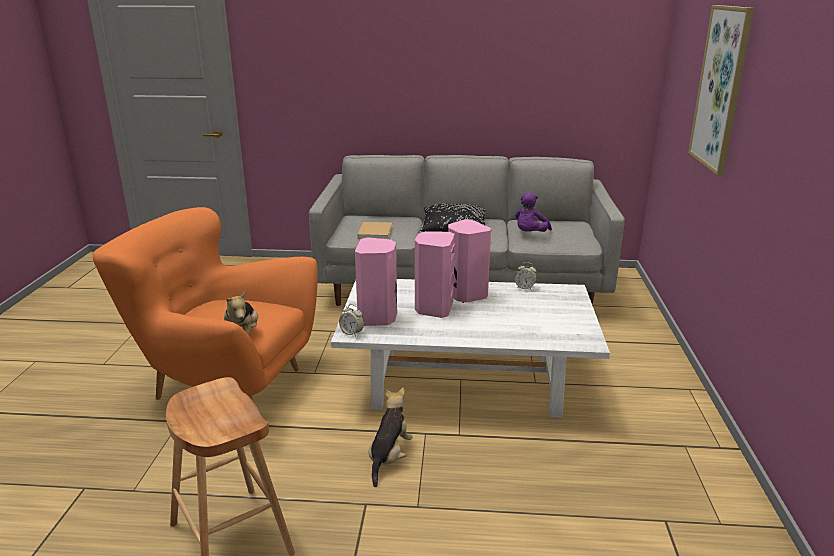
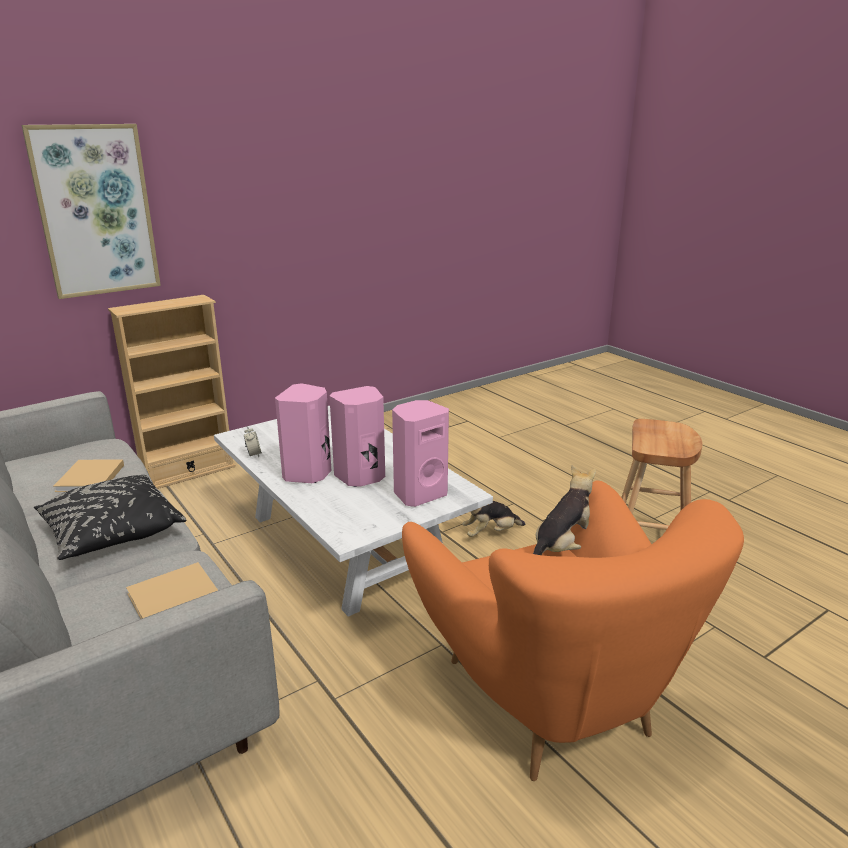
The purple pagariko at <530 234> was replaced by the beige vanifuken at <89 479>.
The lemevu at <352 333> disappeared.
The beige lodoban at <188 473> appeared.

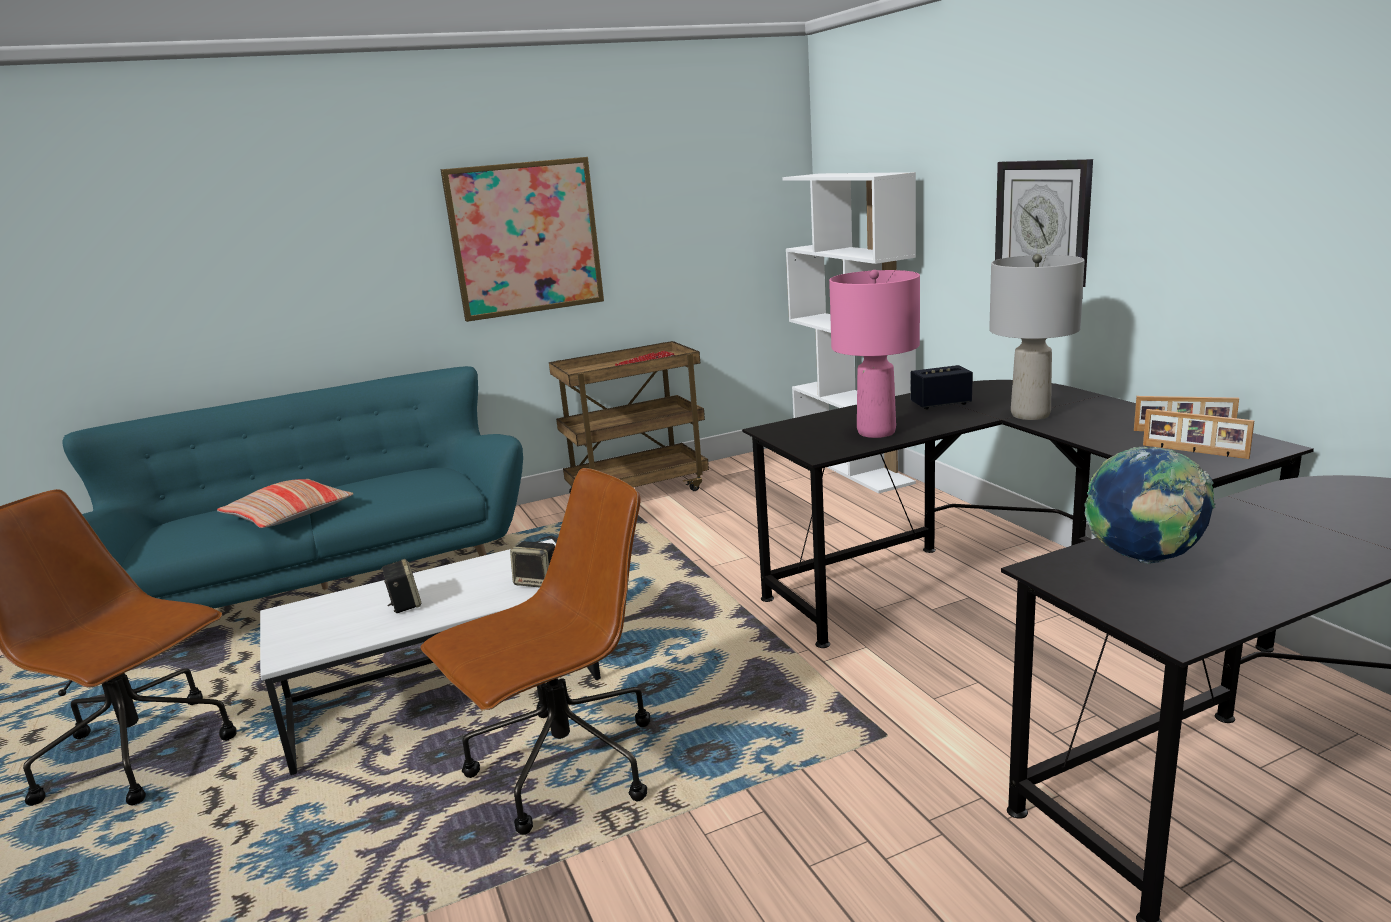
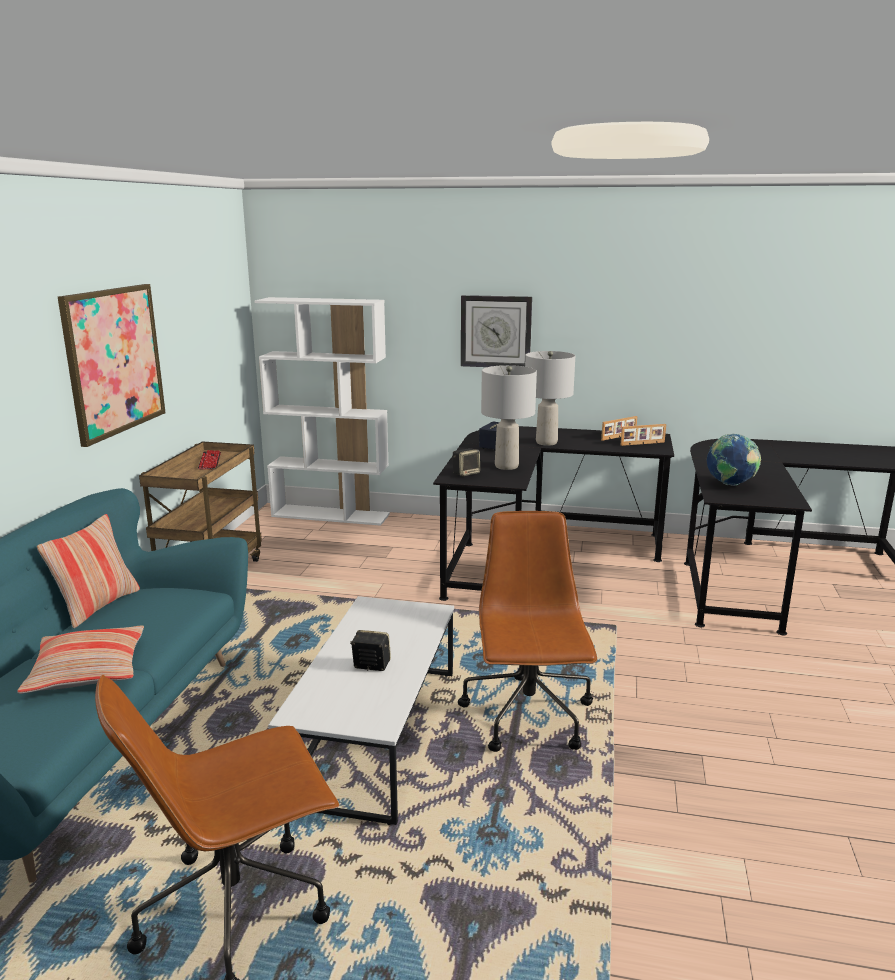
The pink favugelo at <876 432> became the grey favugelo at <507 466>.
The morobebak moved from <538 581> to <466 473>.
The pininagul at <97 606> appeared.

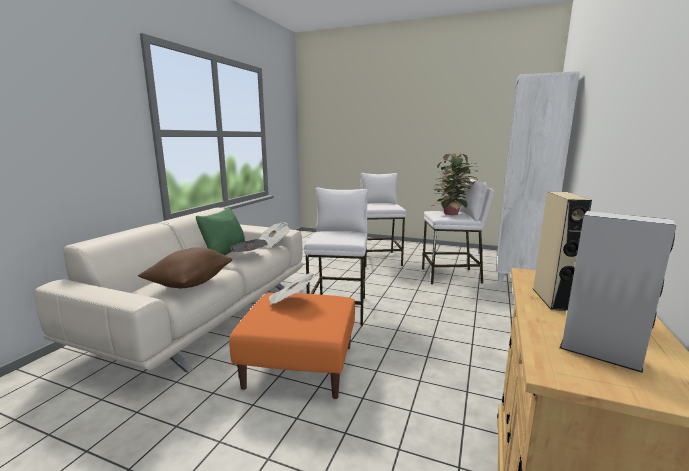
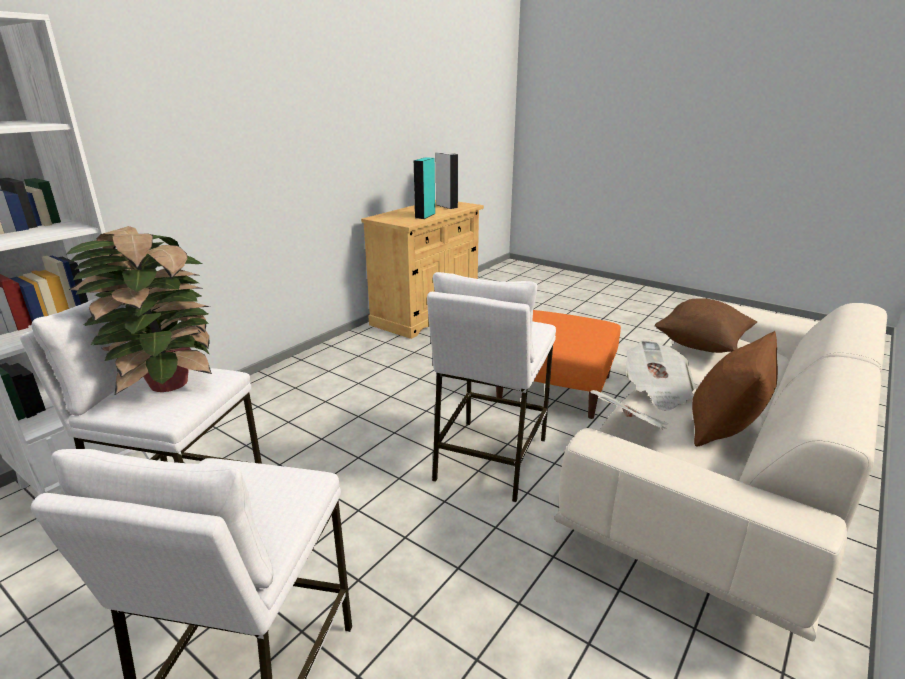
The beige morobebak at <551 299> became the turquoise morobebak at <425 215>.
The green pininagul at <225 252> became the brown pininagul at <725 427>.
The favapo at <290 300> disappeared.

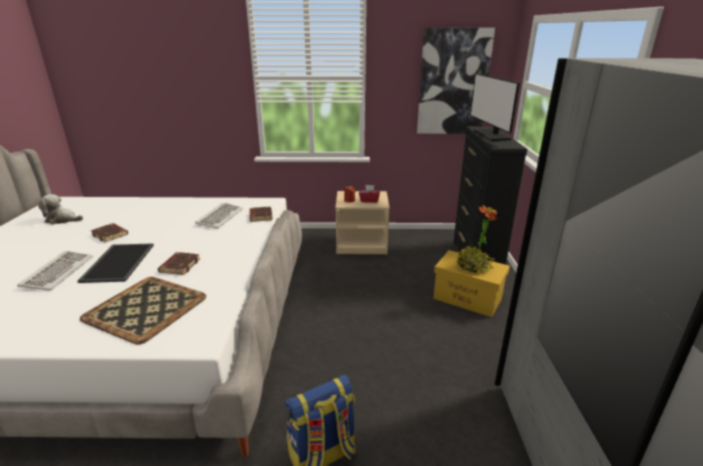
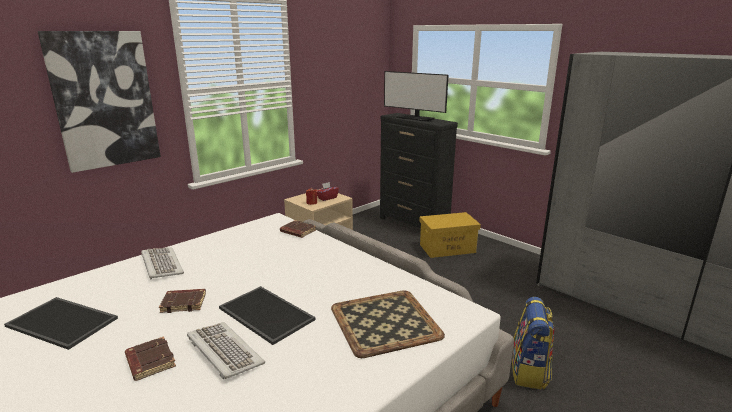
The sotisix moved from <453 82> to <104 100>.
The pagariko at <62 220> was replaced by the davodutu at <64 322>.
The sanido moved from <219 217> to <161 265>.
The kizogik at <473 267> disappeared.
The brown vanifuken moved from <179 266> to <149 362>.

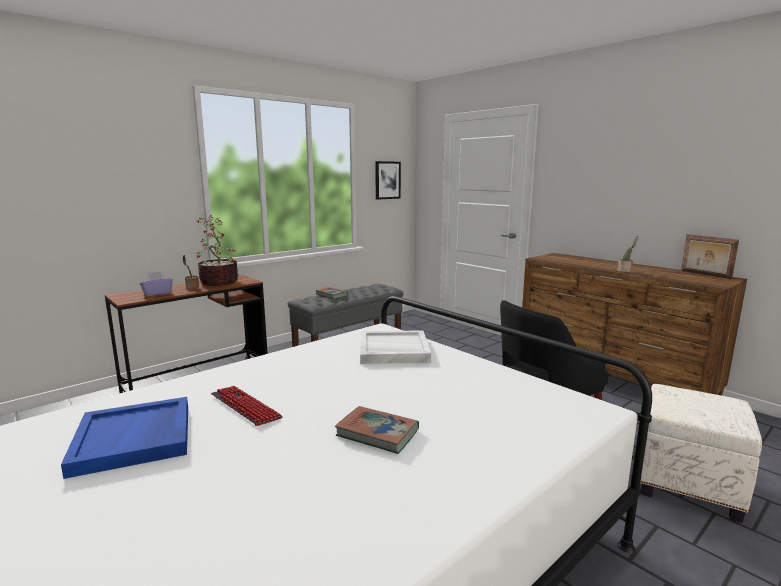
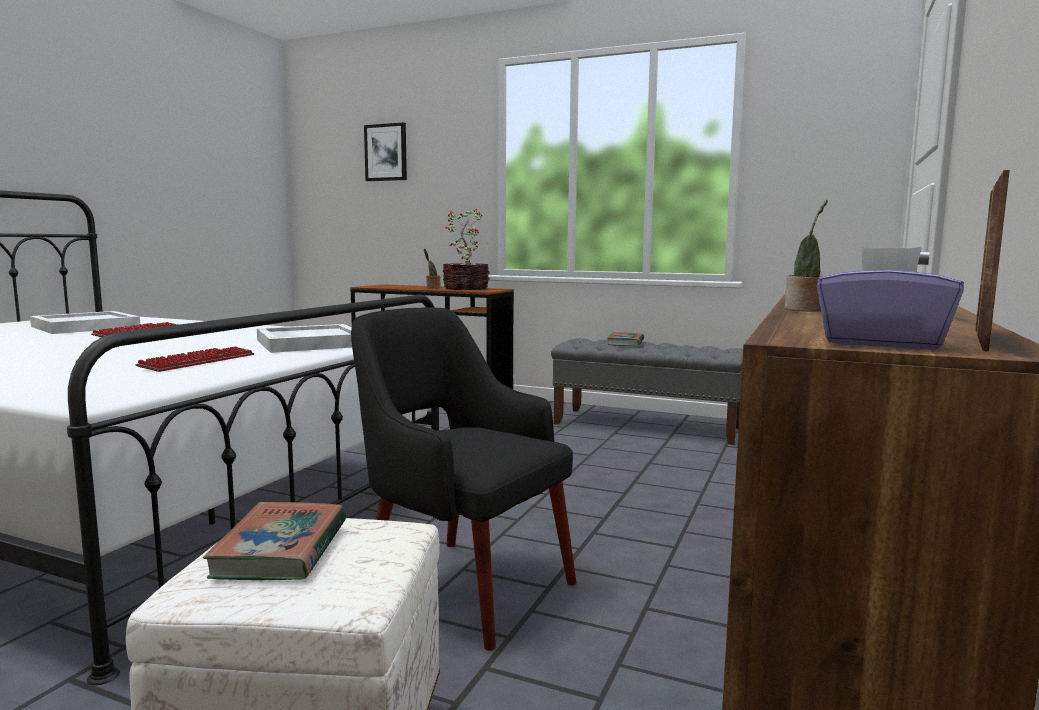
The sotisix moved from <387 180> to <386 152>.
The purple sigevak moved from <157 293> to <881 343>.
The blue davodutu at <135 439> became the white davodutu at <85 327>.
The vanifuken moved from <377 433> to <281 549>.
The sanido at <198 362> appeared.

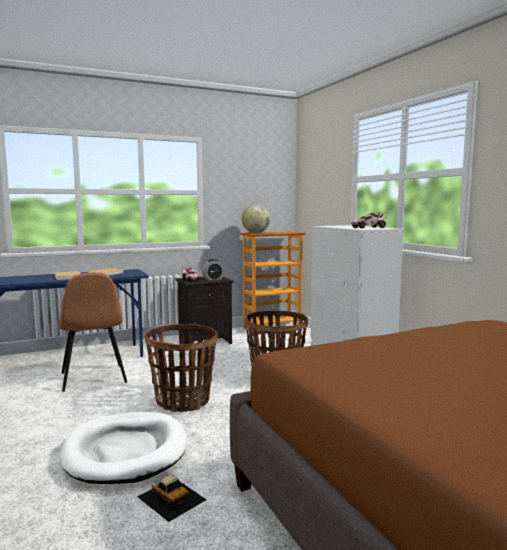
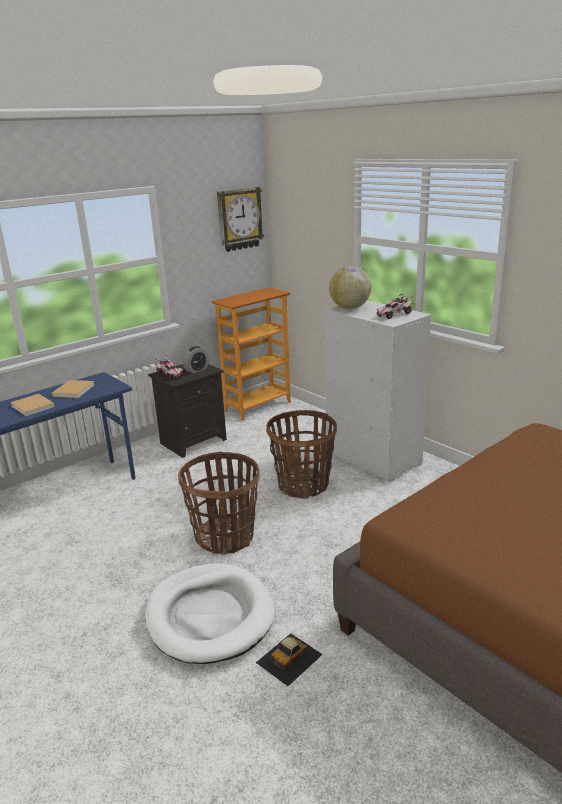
The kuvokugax moved from <255 233> to <350 308>.
The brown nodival at <93 378> disappeared.
The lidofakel at <171 497> turned 105 degrees clockwise.
The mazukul at <239 219> appeared.

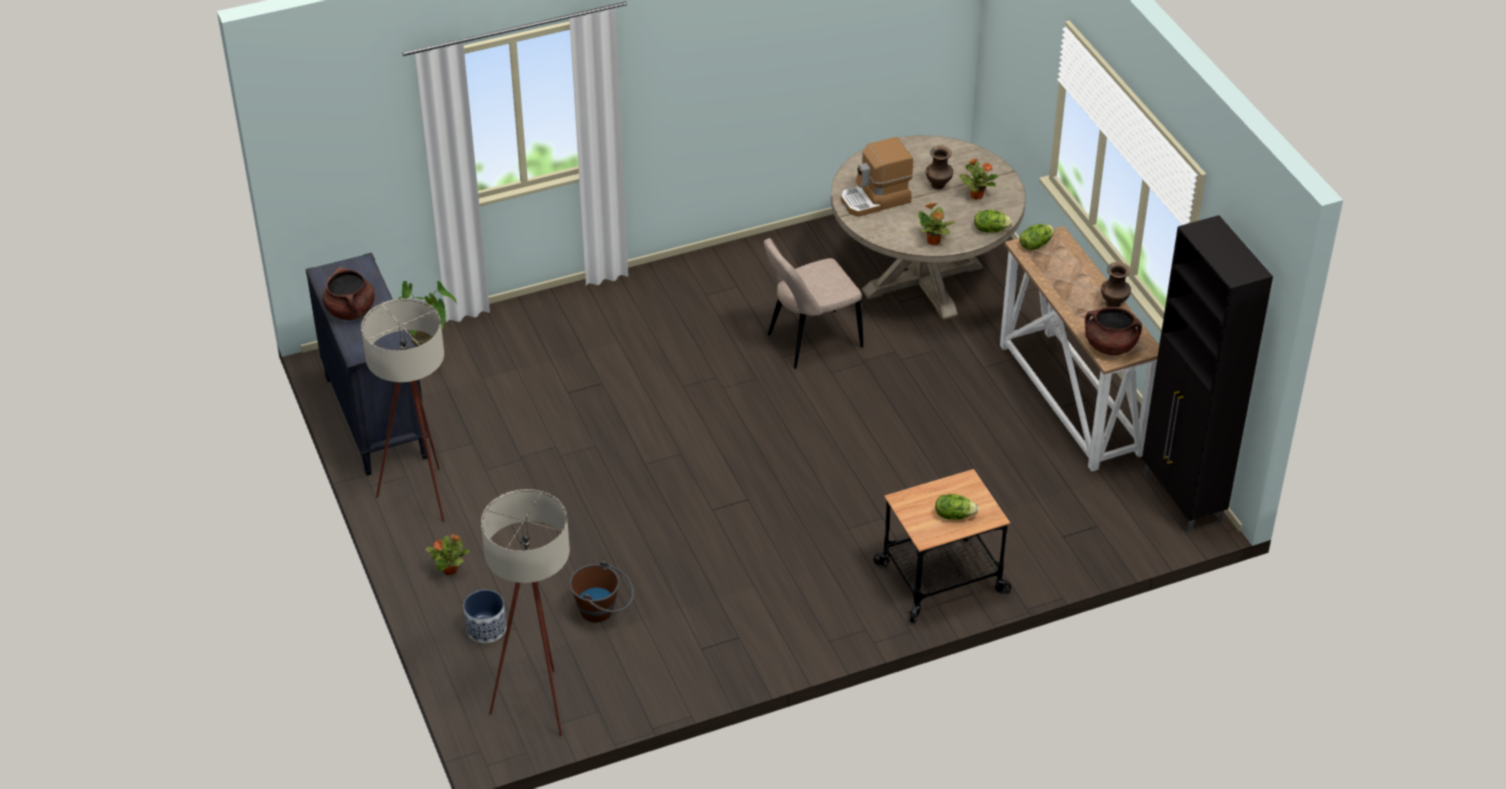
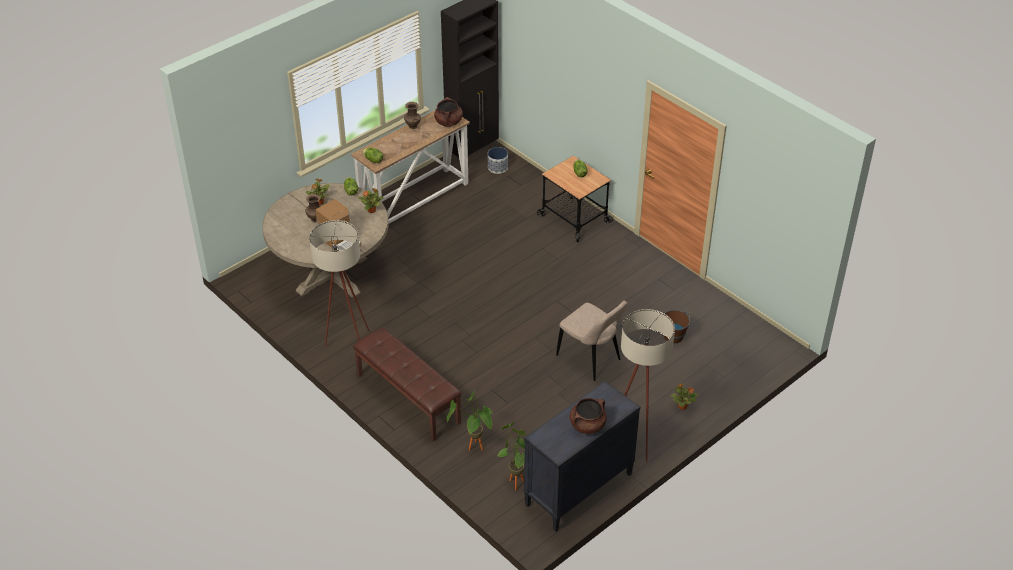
The beige nodival moved from <810 341> to <590 359>.
The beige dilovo moved from <539 699> to <347 346>.
The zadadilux moved from <486 628> to <497 167>.
The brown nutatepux at <407 399> appeared.
The kizogik at <474 450> appeared.

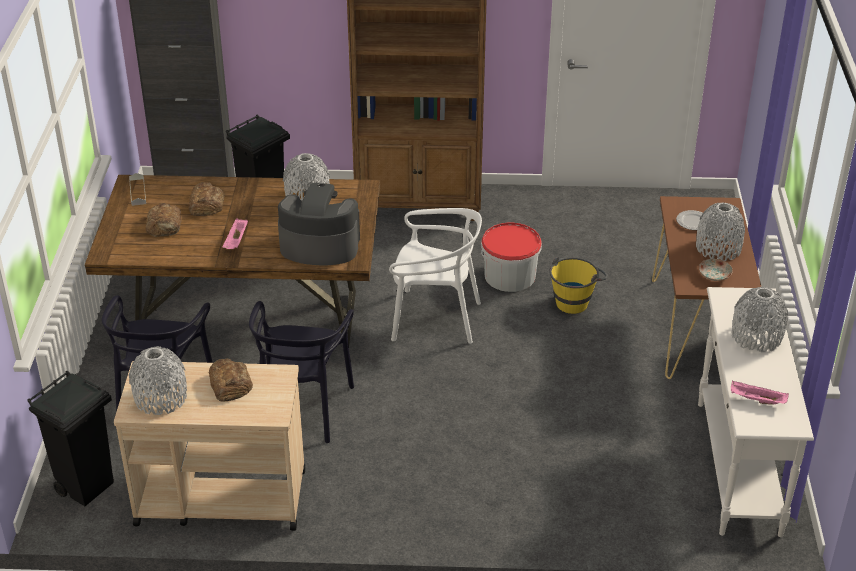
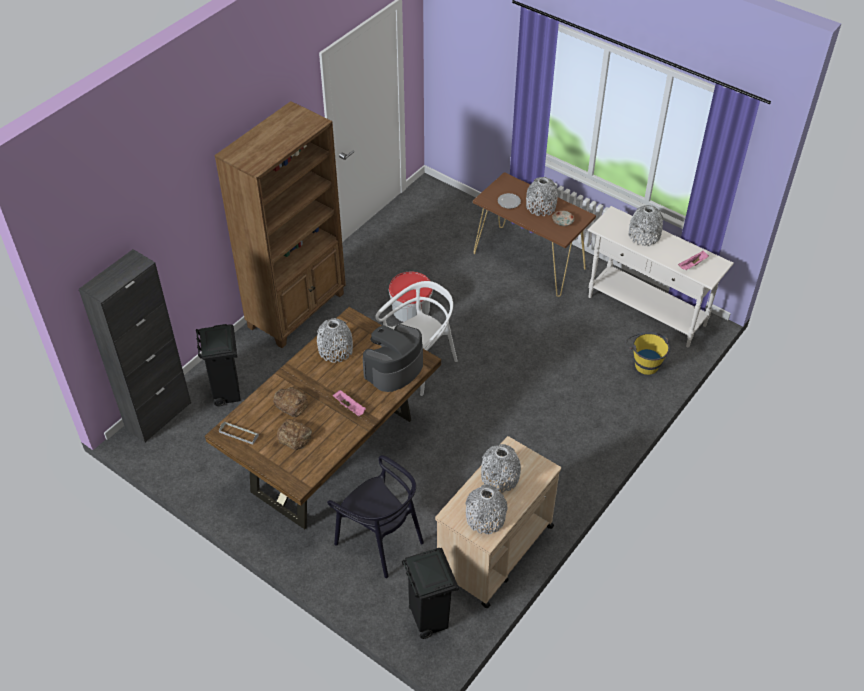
The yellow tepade moved from <575 300> to <644 362>.
The black nodival at <303 409> disappeared.
The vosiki at <230 384> was replaced by the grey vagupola at <500 477>.

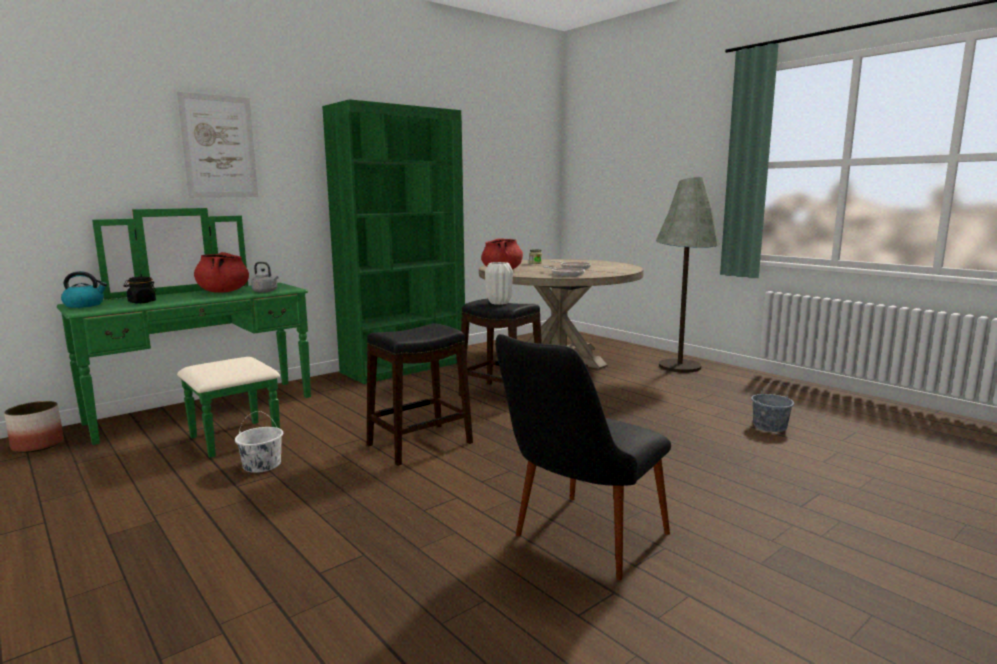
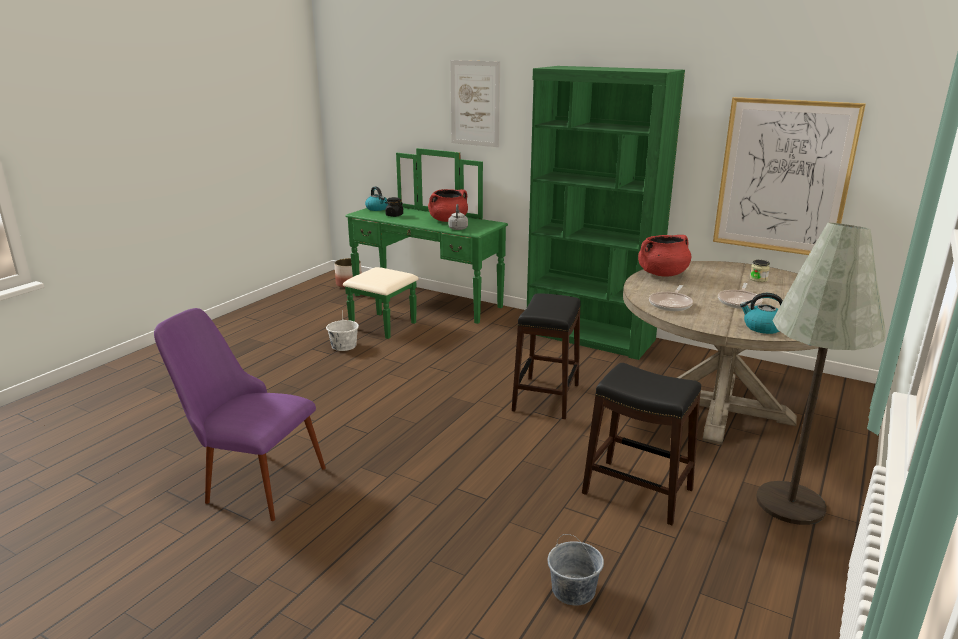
The white vagupola at <499 303> disappeared.
The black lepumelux moved from <420 444> to <637 492>.
The black nodival at <578 545> became the purple nodival at <250 480>.
The sotisix at <783 177> appeared.
The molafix at <762 327> appeared.

